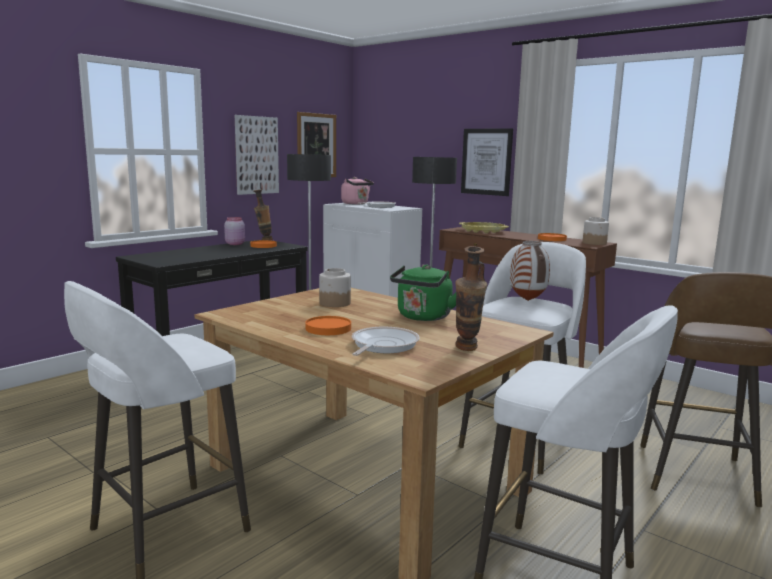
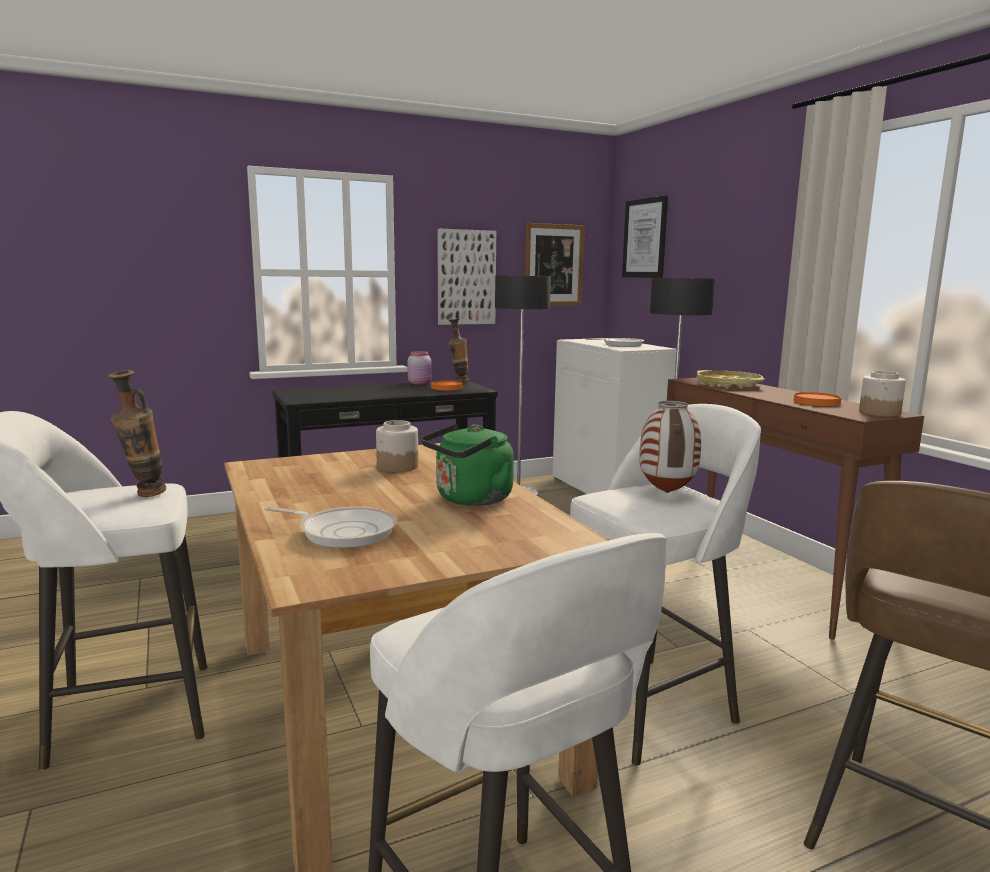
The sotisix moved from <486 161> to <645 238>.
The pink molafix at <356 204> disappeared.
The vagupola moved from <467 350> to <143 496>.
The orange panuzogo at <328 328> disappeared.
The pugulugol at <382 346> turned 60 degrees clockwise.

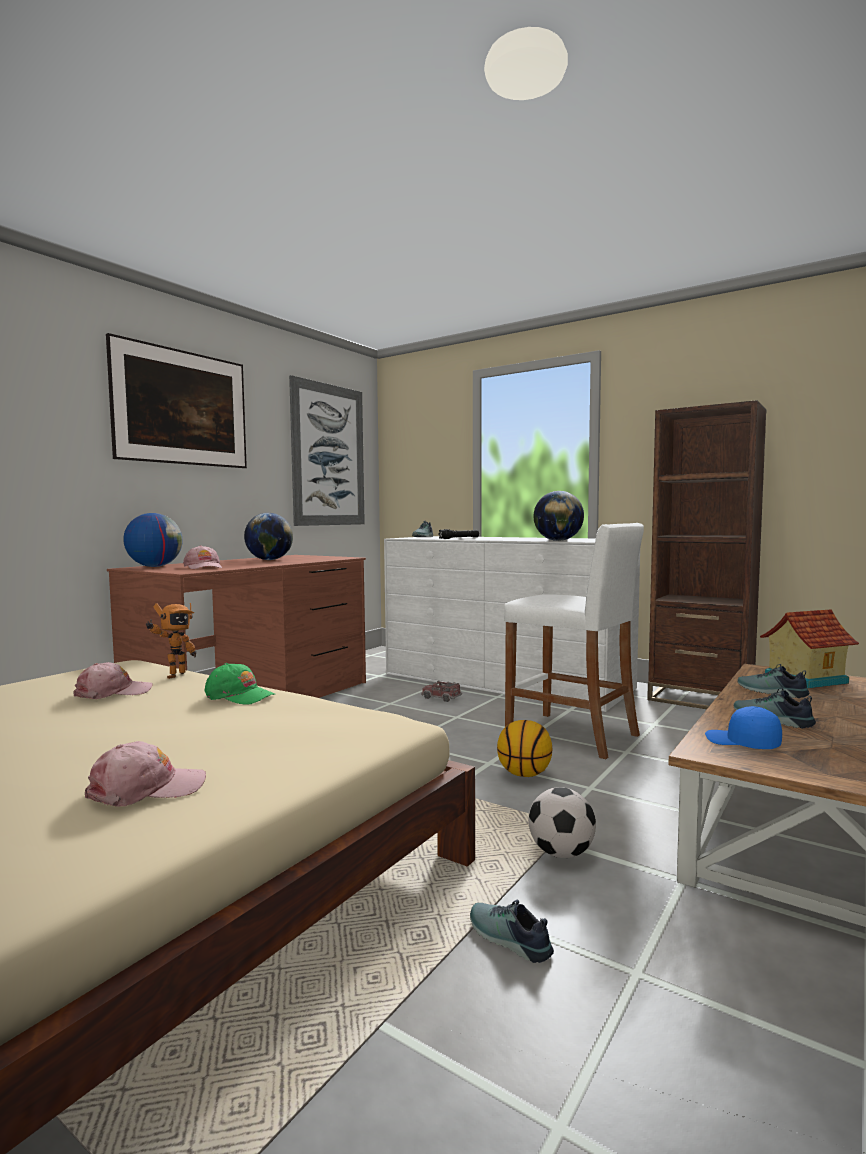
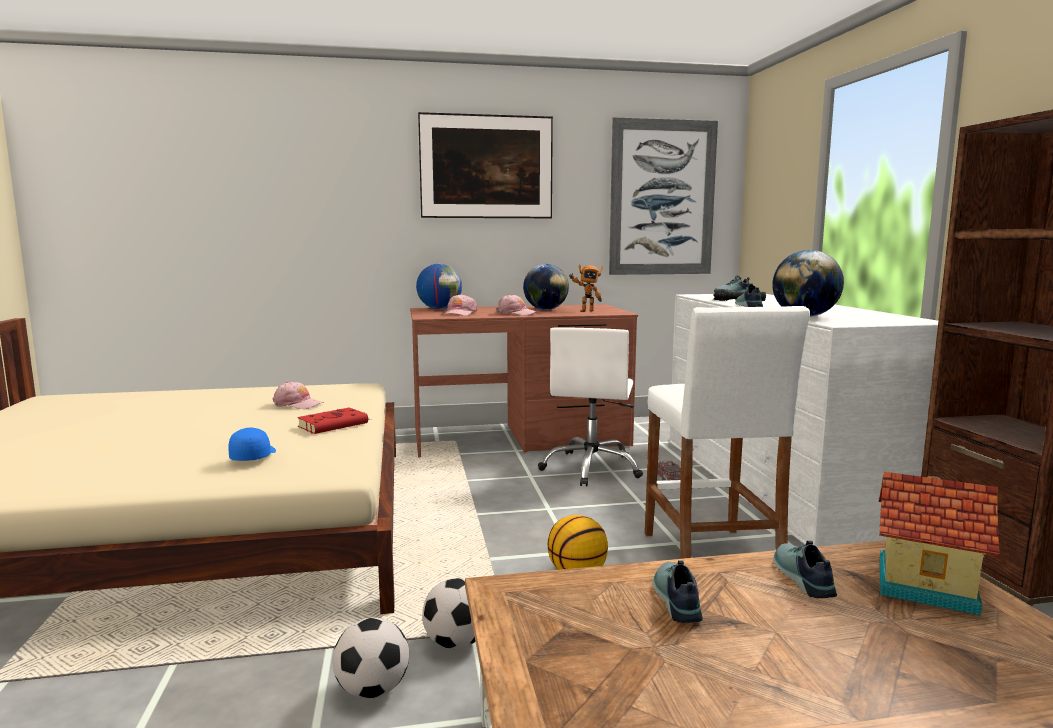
The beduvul moved from <173 675> to <585 311>.
The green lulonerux at <239 696> was replaced by the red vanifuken at <335 424>.
The blue lulonerux moved from <742 743> to <252 456>.
The pink lulonerux moved from <146 789> to <516 313>.
The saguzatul moved from <508 940> to <747 306>.
The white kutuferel at <591 468> appeared.
The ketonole at <372 690> appeared.

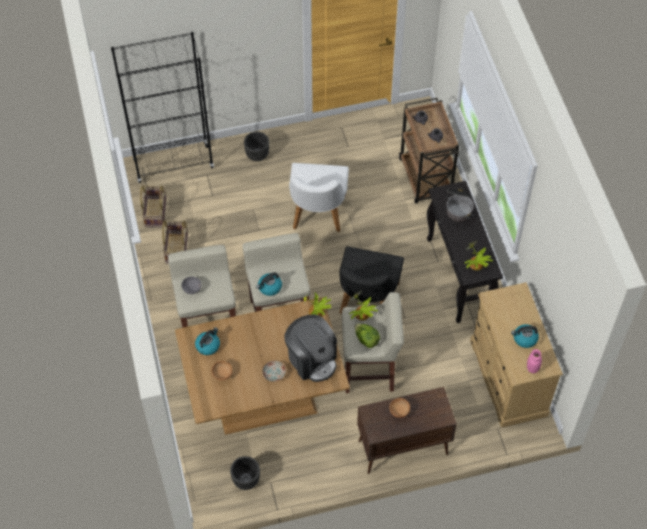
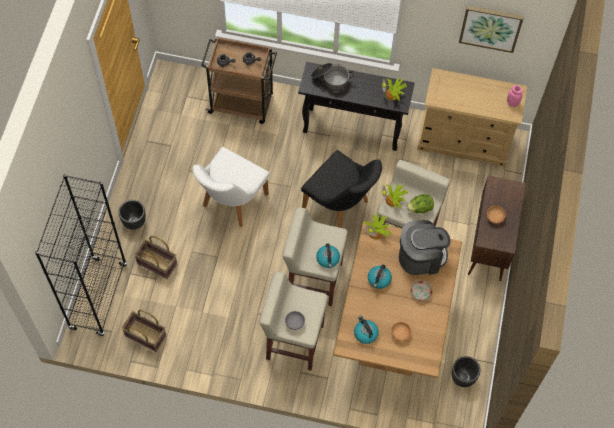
The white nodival at <317 216> turned 90 degrees clockwise.
The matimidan moved from <177 248> to <157 263>.
The molafix moved from <524 339> to <379 280>.
The sotisix at <490 28> appeared.

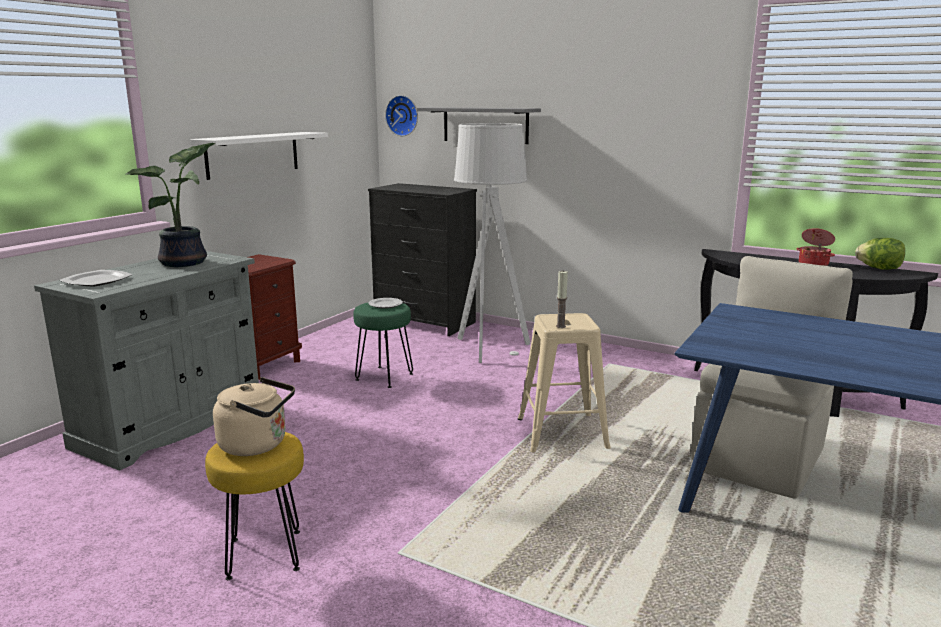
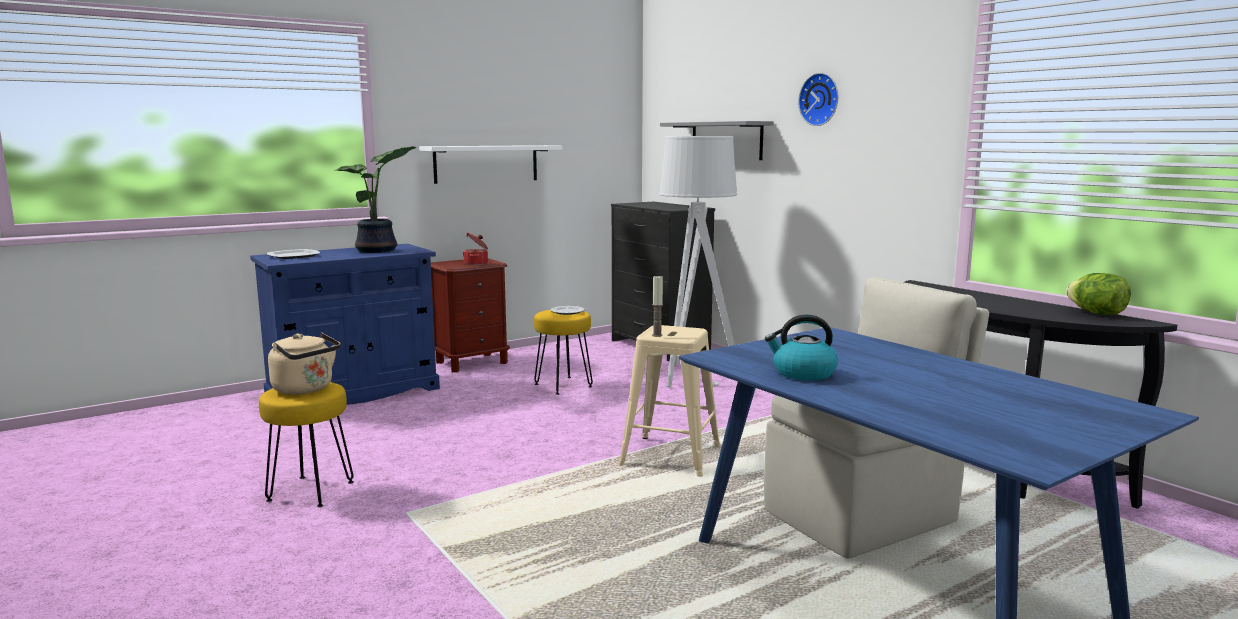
The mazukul moved from <403 115> to <821 99>.
The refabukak moved from <814 264> to <476 263>.
The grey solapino at <172 423> became the blue solapino at <354 393>.
The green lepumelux at <384 376> became the yellow lepumelux at <563 385>.
The molafix at <803 373> appeared.

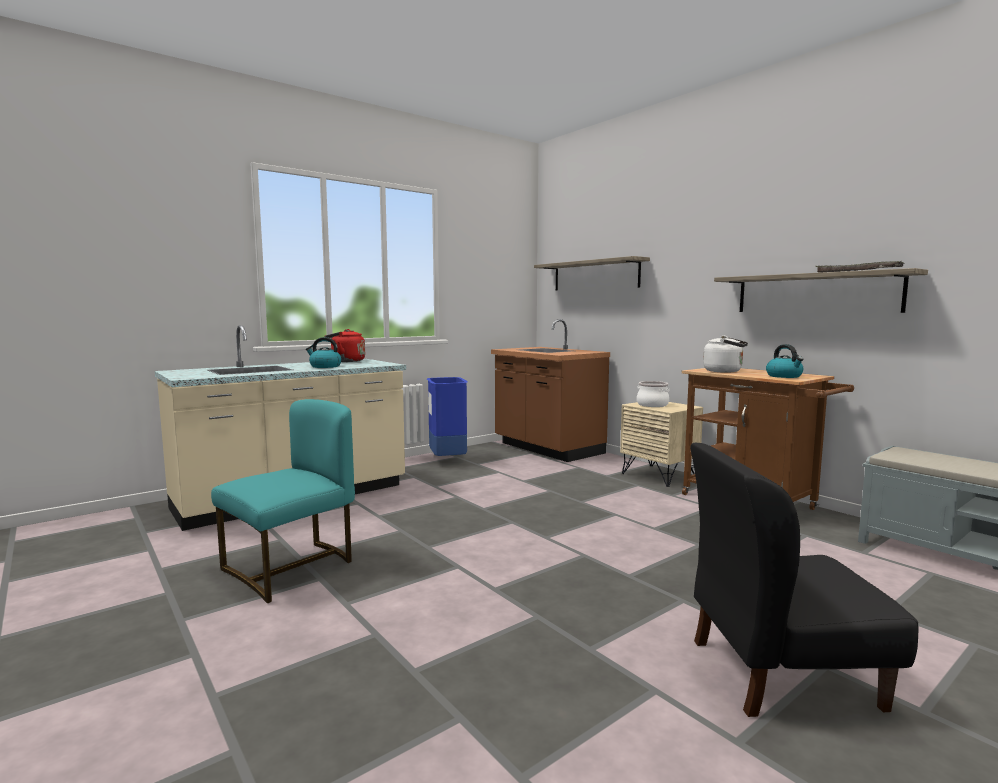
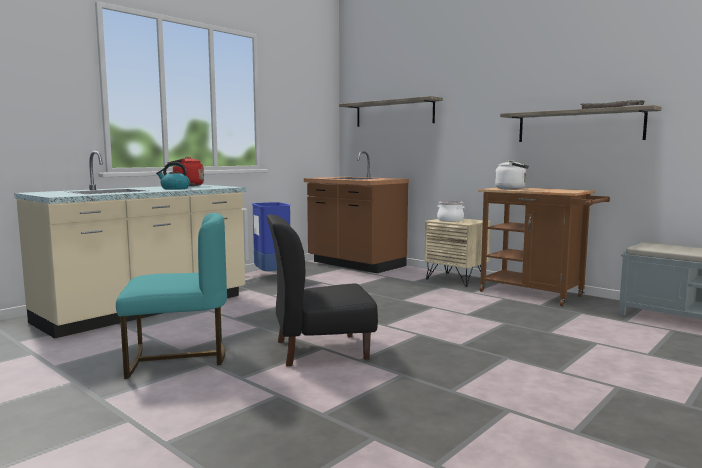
The molafix at <784 376> disappeared.
The turquoise nodival at <292 568> turned 45 degrees clockwise.
The black nodival moved from <781 672> to <320 349>.

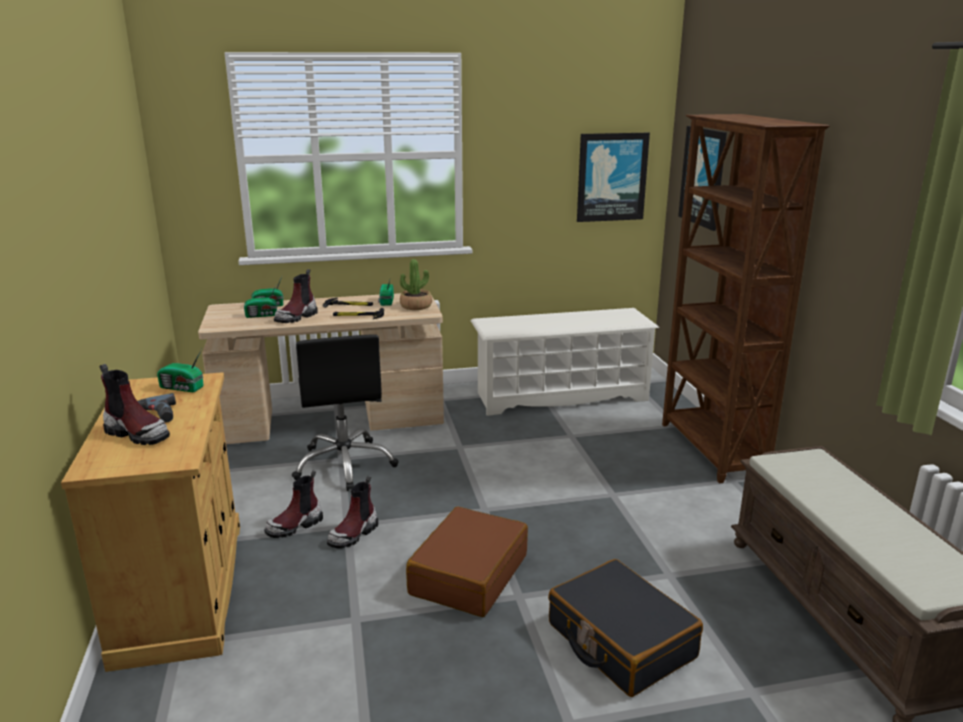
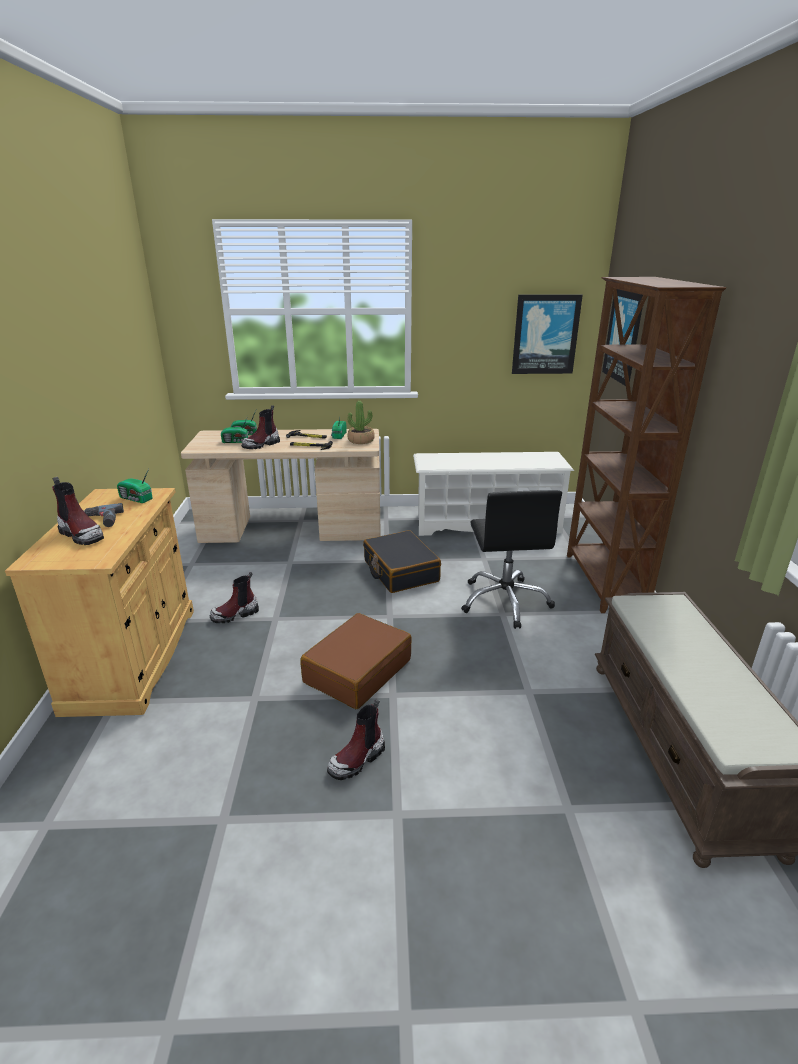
The black kutuferel moved from <345 464> to <505 601>.
The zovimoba moved from <354 534> to <357 759>.
The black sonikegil moved from <620 641> to <400 571>.

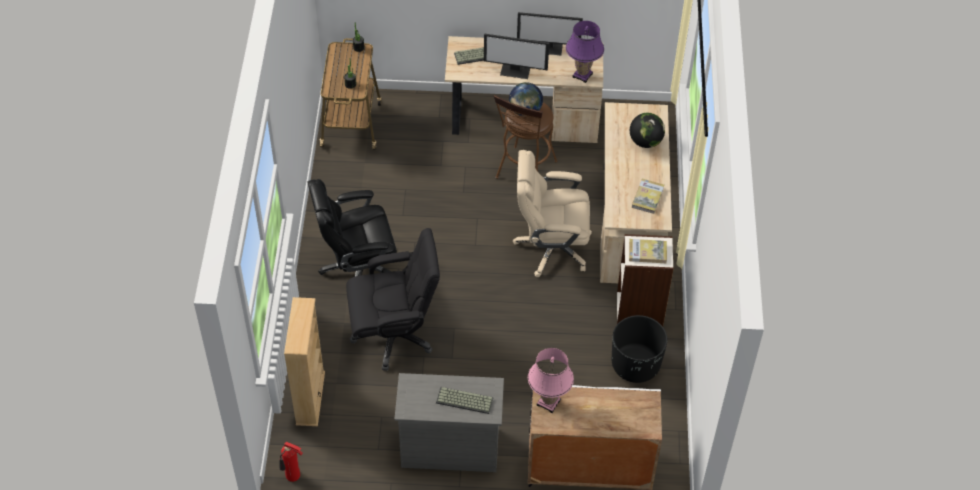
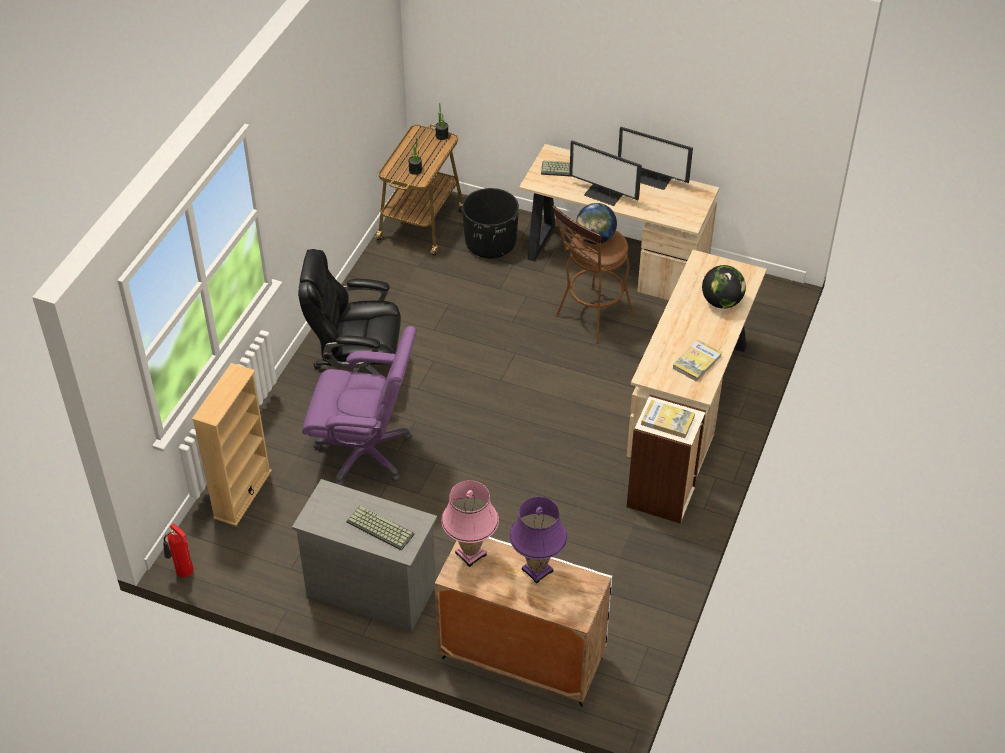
The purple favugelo moved from <582 75> to <537 570>.
The beige kutuferel at <551 247> disappeared.
The black kutuferel at <394 335> became the purple kutuferel at <365 453>.
The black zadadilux moved from <635 364> to <490 244>.

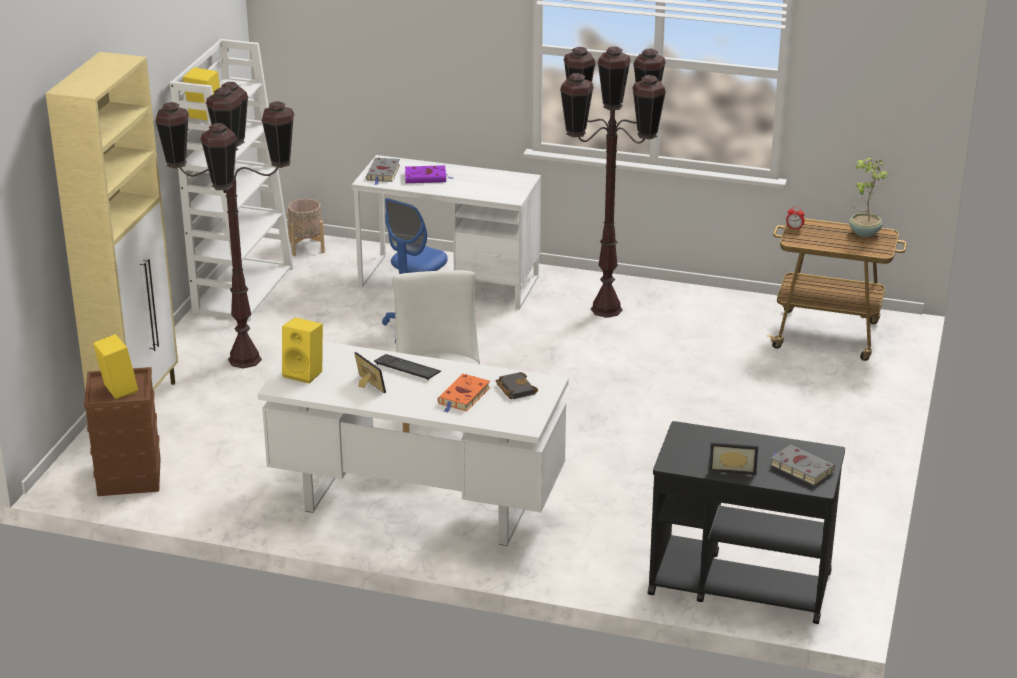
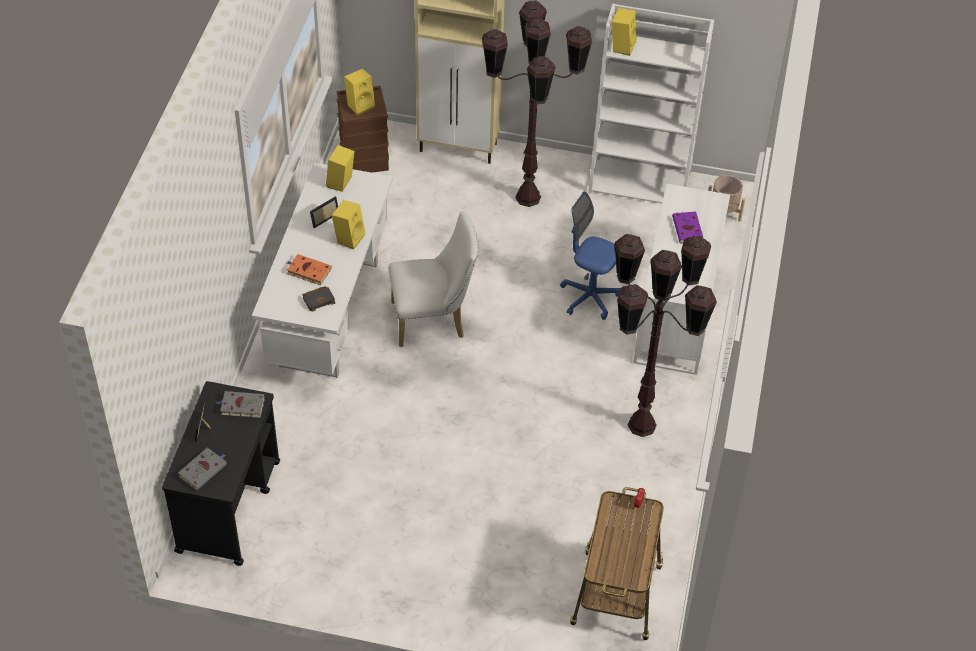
The grey vanifuken moved from <383 173> to <241 406>.
The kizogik at <863 232> disappeared.
The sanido at <407 368> was replaced by the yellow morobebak at <349 237>.

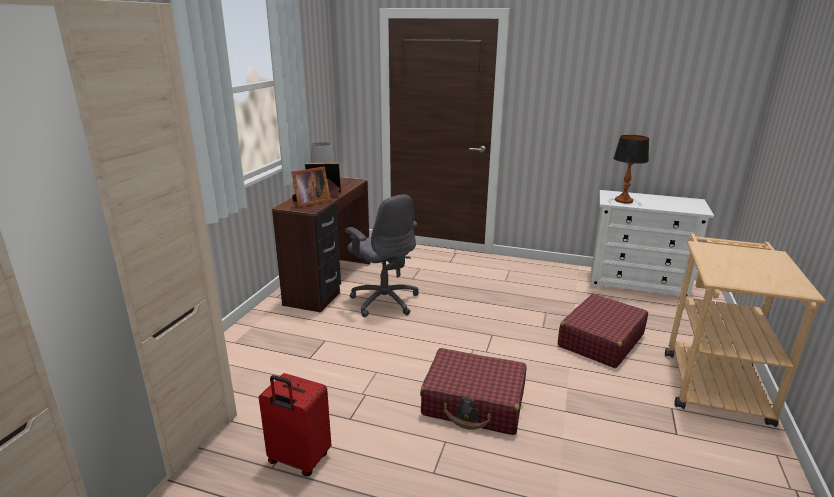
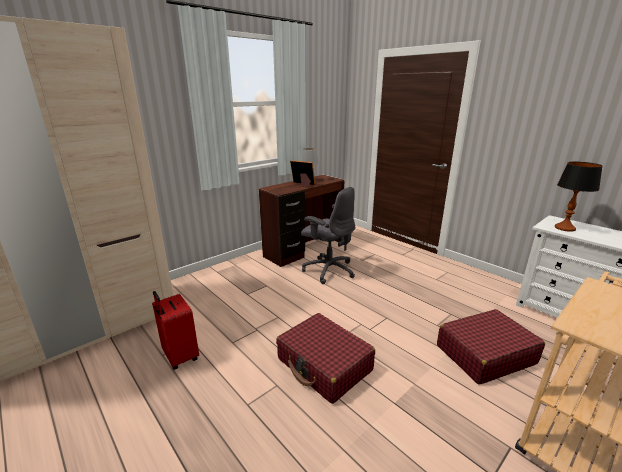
The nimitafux at <309 202> disappeared.
The grey kutuferel at <384 301> turned 45 degrees counterclockwise.

